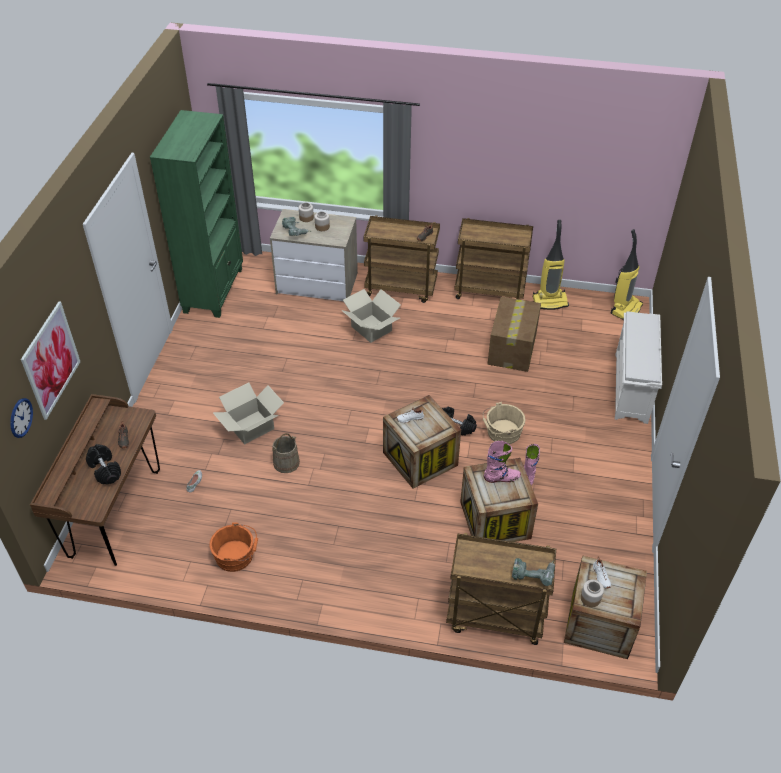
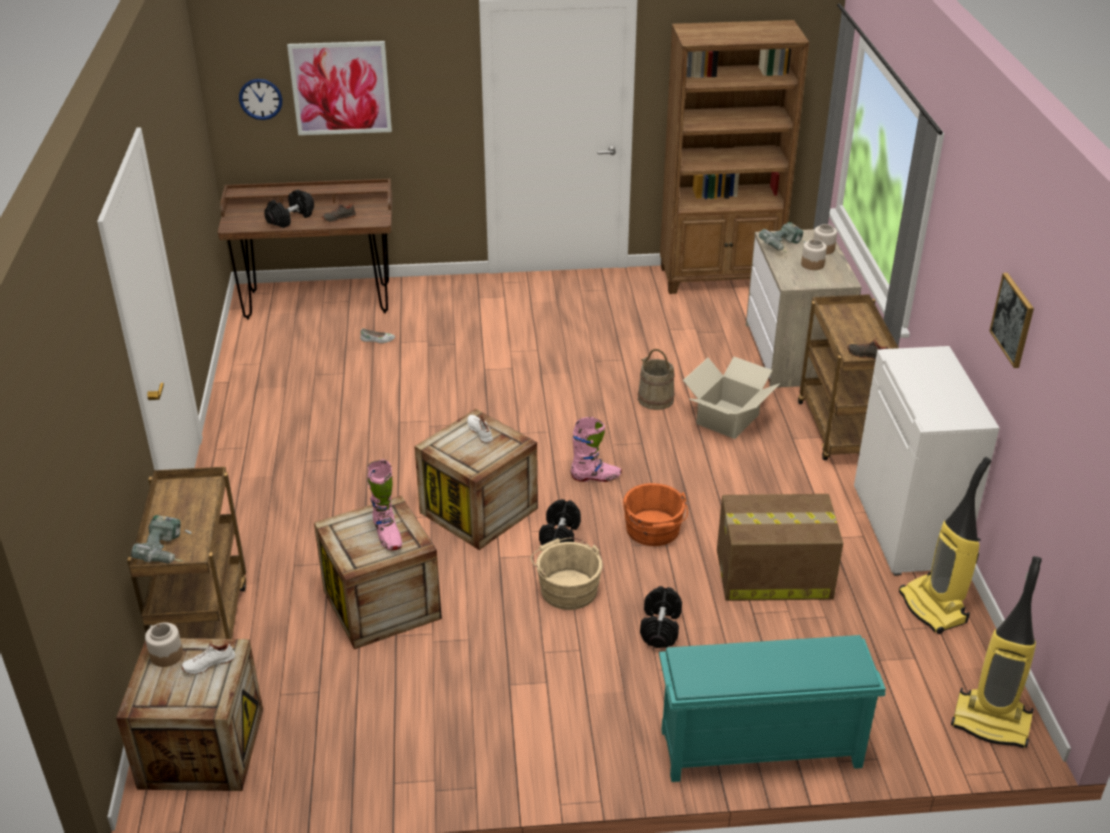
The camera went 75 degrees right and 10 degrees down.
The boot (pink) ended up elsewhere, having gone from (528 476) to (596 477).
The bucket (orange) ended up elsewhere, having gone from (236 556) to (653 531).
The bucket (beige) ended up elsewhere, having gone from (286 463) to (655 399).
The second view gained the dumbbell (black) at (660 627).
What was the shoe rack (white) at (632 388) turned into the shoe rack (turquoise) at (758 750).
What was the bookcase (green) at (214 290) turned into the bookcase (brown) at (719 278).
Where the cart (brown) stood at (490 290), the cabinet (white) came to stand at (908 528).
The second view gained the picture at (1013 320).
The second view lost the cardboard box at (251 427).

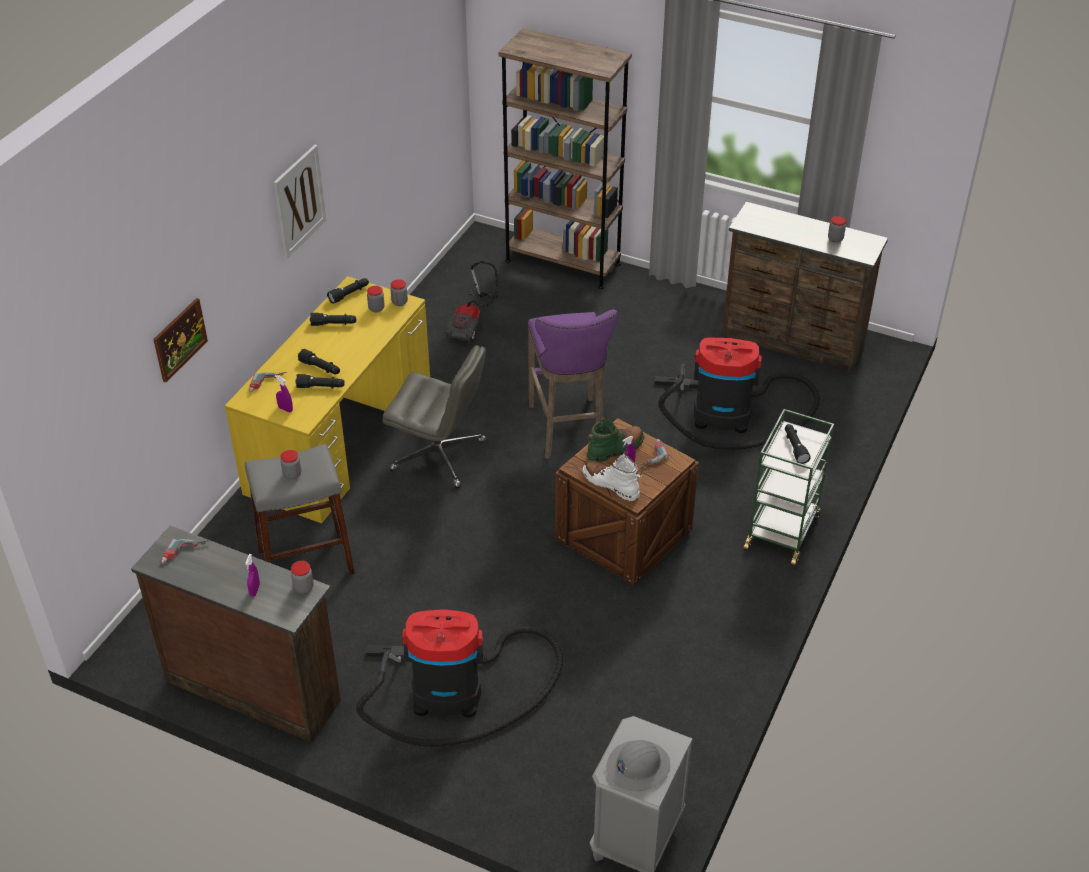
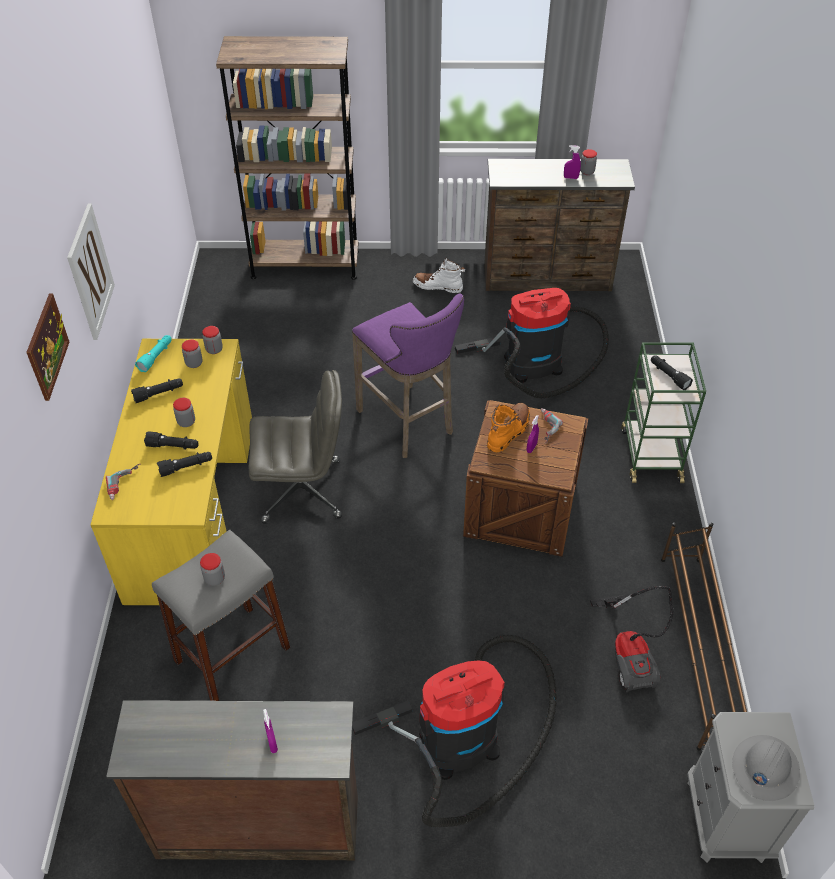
The camera went 25 degrees left and 5 degrees up.
The picture ended up elsewhere, having gone from (180 339) to (47 346).
What was the flashlight (black) at (349 294) turned into the flashlight (turquoise) at (156 357).
The jar ended up elsewhere, having gone from (303 587) to (186 422).
The boot (white) ended up elsewhere, having gone from (611 484) to (438 286).
What was the boot (green) at (615 449) turned into the boot (orange) at (508 432).
The spray bottle (purple) ended up elsewhere, having gone from (285 409) to (570 178).
The vacuum cleaner ended up elsewhere, having gone from (472 323) to (631 652).
The second view gained the shoe rack (brown) at (698 648).
The second view lost the power drill at (185 554).

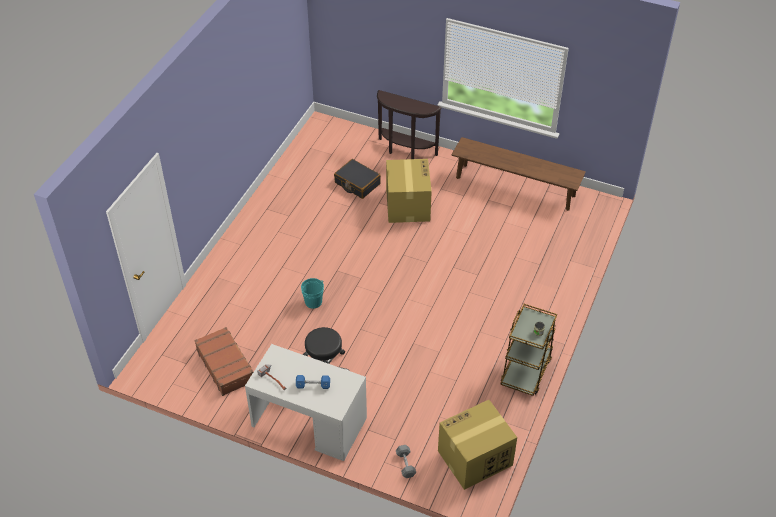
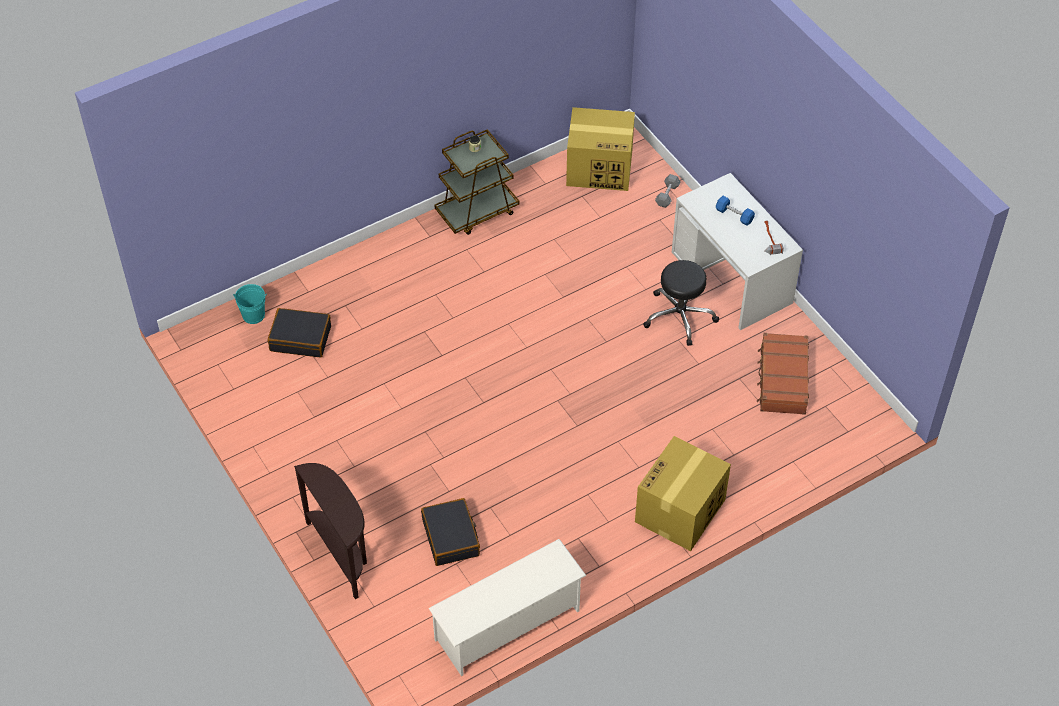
The camera went 145 degrees left and 5 degrees up.
The bucket (turquoise) ended up elsewhere, having gone from (313 302) to (253 315).
The second view gained the suitcase (black) at (300 338).
The second view gained the shoe rack (white) at (508 625).
The cardboard box ended up elsewhere, having gone from (407 205) to (679 511).
The second view lost the bench (brown) at (515 187).

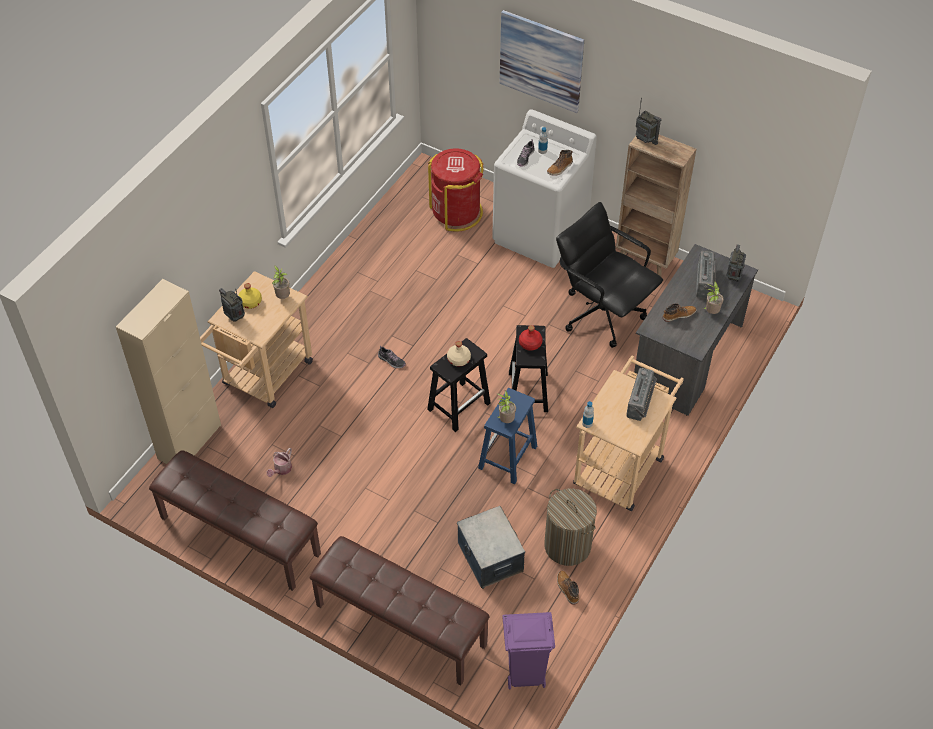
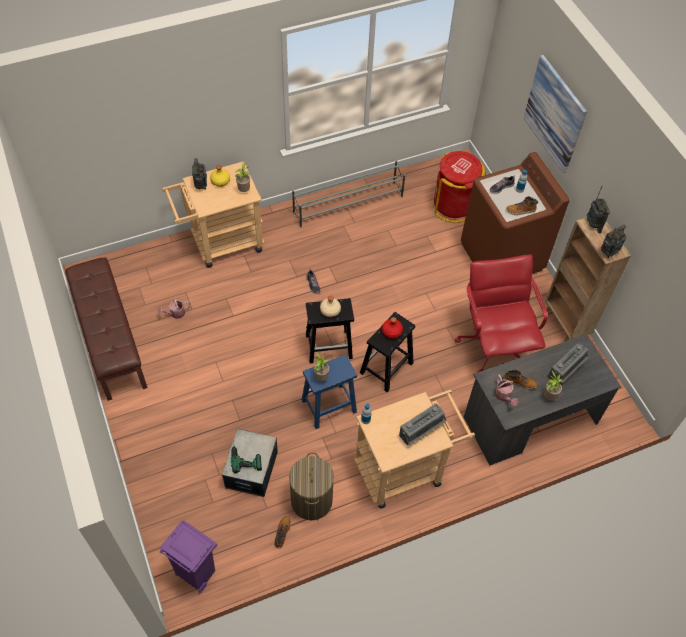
The camera went 35 degrees right and 5 degrees up.
The second view gained the power drill at (245 456).
The second view gained the shoe rack (grey) at (348 204).
What was the office chair (black) at (602 313) turned into the office chair (red) at (494 344).
What was the washing machine (white) at (540 233) turned into the washing machine (brown) at (502 257).
The second view gained the watering can at (503 396).
The radio ended up elsewhere, having gone from (733 277) to (608 252).
The second view lost the cabinet (beige) at (189 442).
The second view lost the bench (brown) at (400 625).

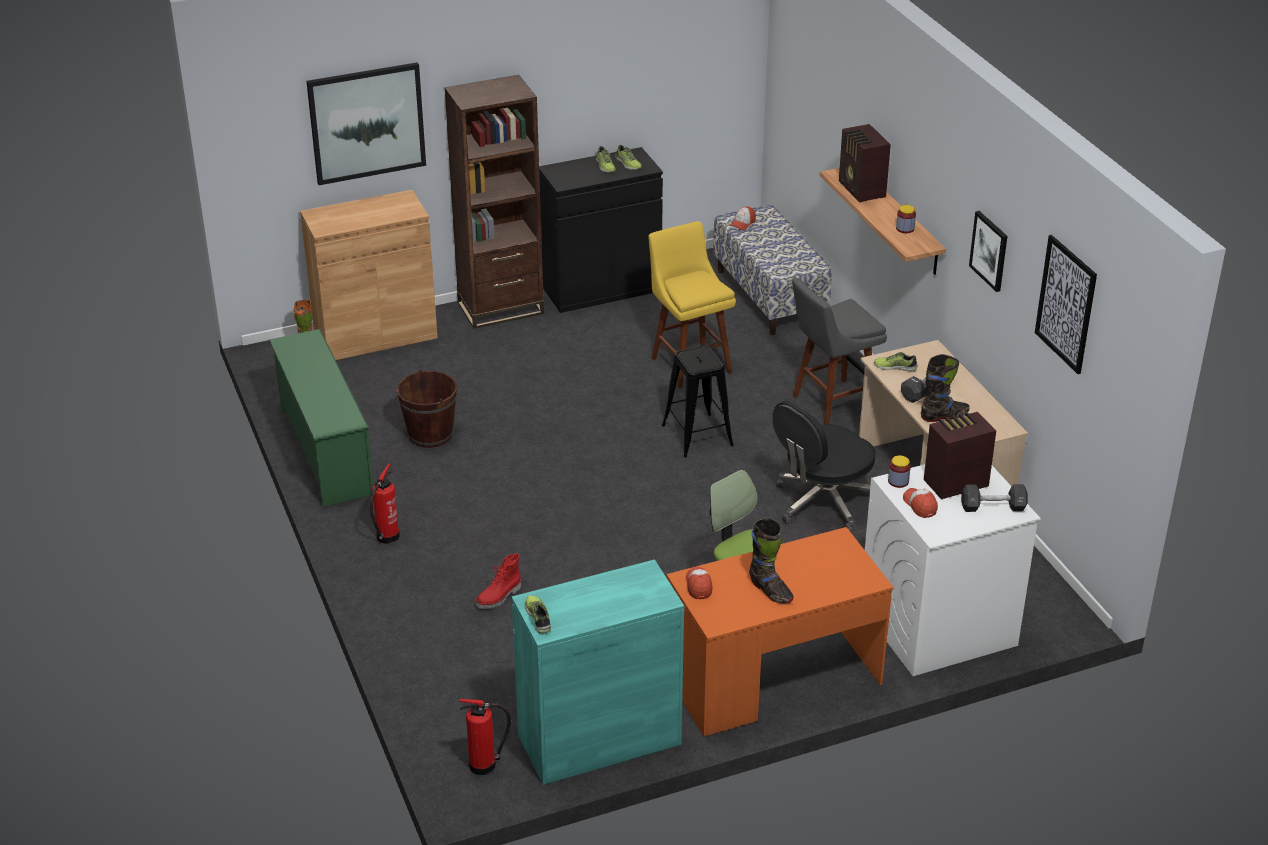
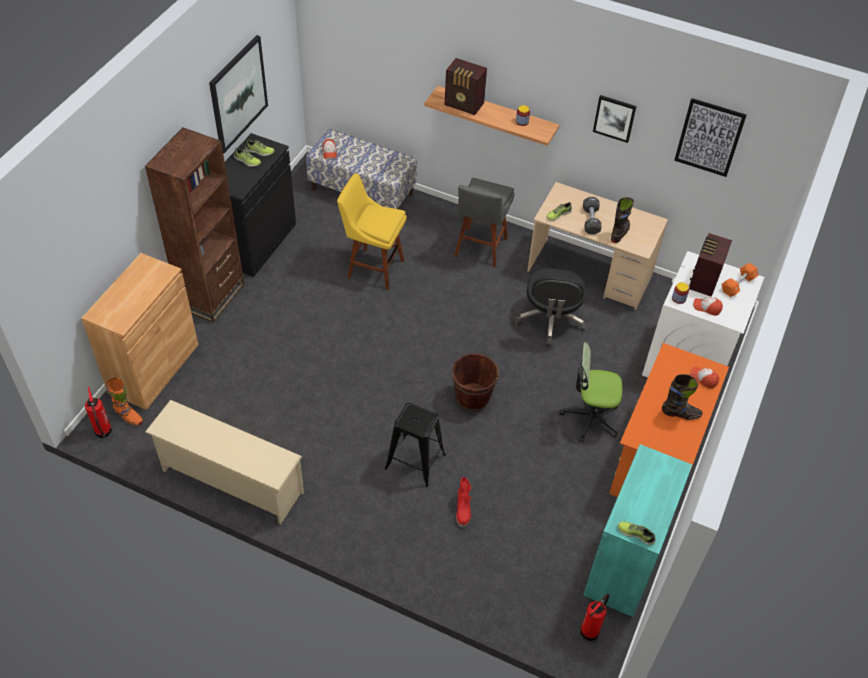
The camera went 45 degrees left and 15 degrees up.
The fire extinguisher ended up elsewhere, having gone from (386 537) to (103 432).
What was the shoe rack (green) at (324 452) turned into the shoe rack (beige) at (230 482).
The picture ended up elsewhere, having gone from (367 123) to (238 94).
The stool (black) ended up elsewhere, having gone from (697 435) to (415 461).
The bucket (brown) ended up elsewhere, having gone from (430 434) to (472 398).
The cap ended up elsewhere, having gone from (699 585) to (703 378).
What was the dumbbell (black) at (993 507) turned into the dumbbell (orange) at (738 285).

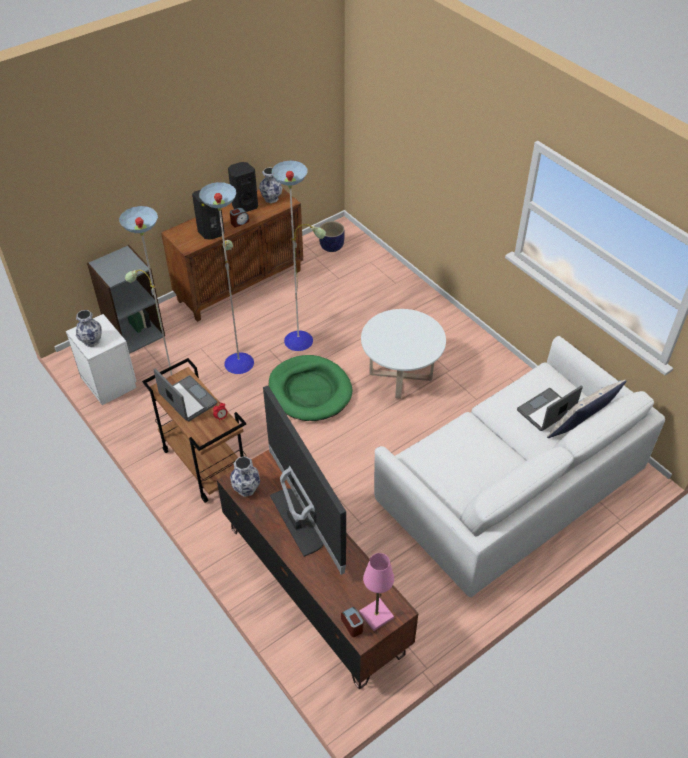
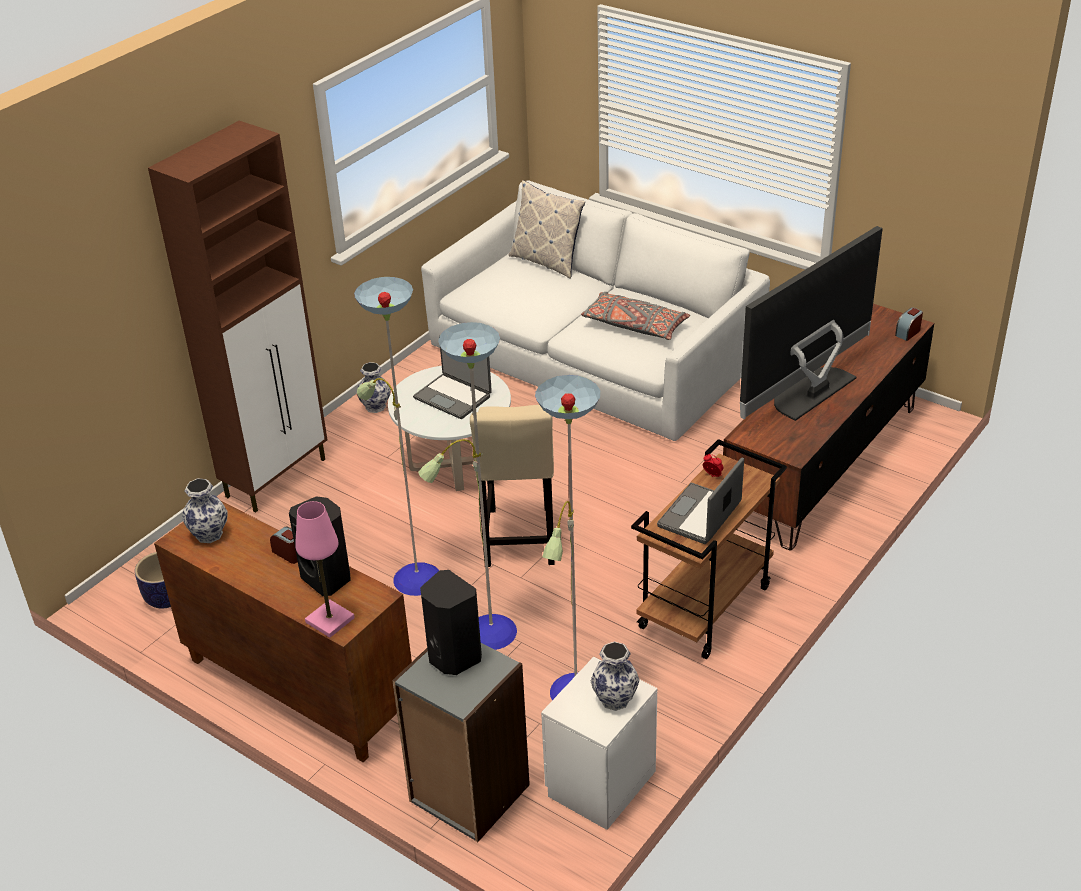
The camera went 105 degrees left and 10 degrees down.
The second view gained the cabinet (brown) at (277 477).
The table lamp (pink) ended up elsewhere, having gone from (376 615) to (329 620).
The vase ended up elsewhere, having gone from (246 489) to (376 406).
The laptop ended up elsewhere, having gone from (546 411) to (453 396).
The speaker (black) ended up elsewhere, having gone from (244 206) to (452 658).
Where the dog bed (green) stood at (310 391), the stool (beige) came to stand at (519 540).
The second view gained the pillow (grey) at (634 325).

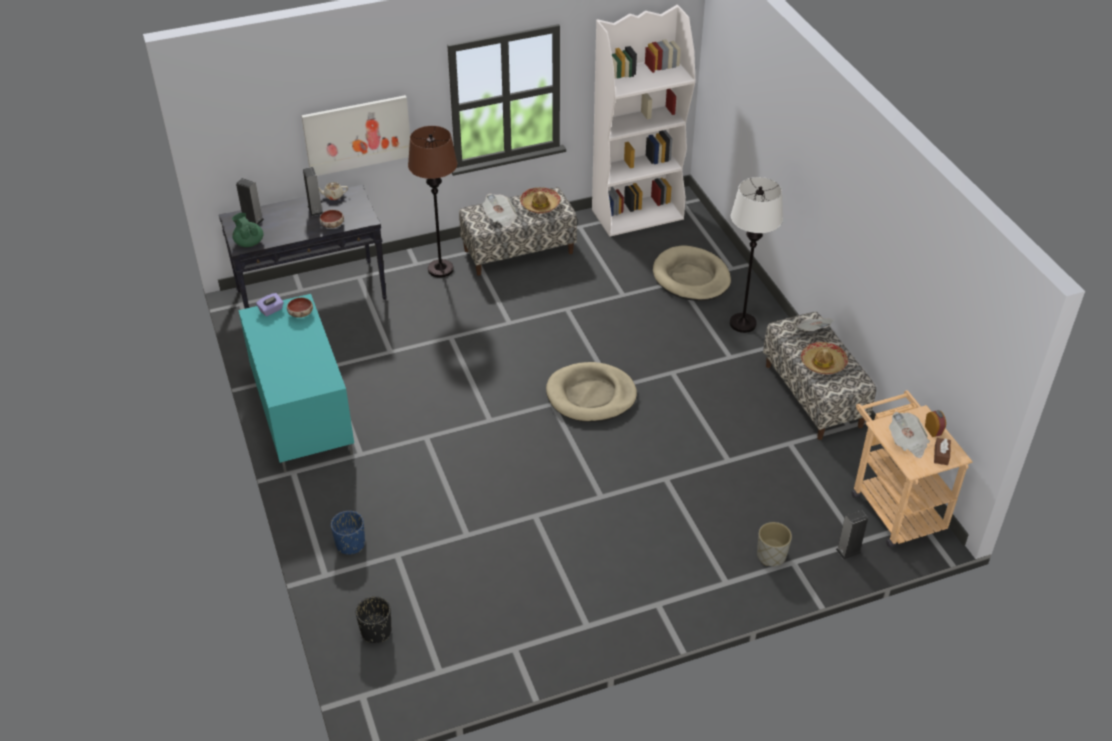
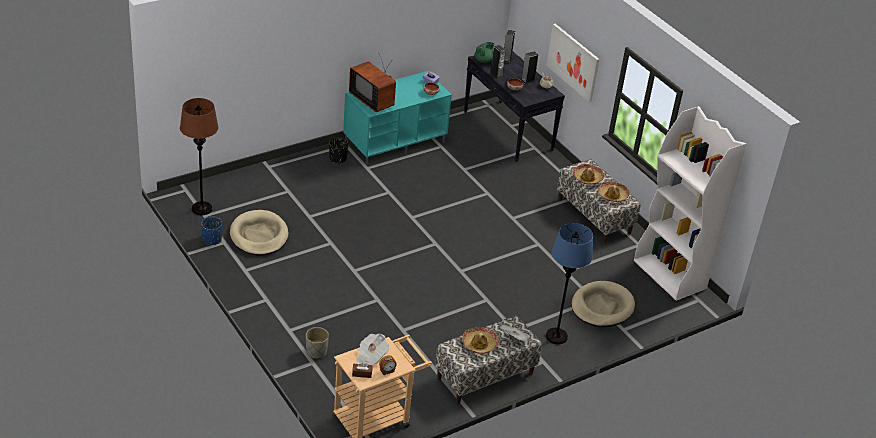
The camera went 75 degrees right and 5 degrees down.
The floor lamp (brown) ended up elsewhere, having gone from (440 269) to (201 209).
The planter (blue) ended up elsewhere, having gone from (350 544) to (212 239).
The dog bed (beige) ended up elsewhere, having gone from (591 395) to (259 236).
The planter (black) ended up elsewhere, having gone from (376 631) to (338 158).
The second view gained the television at (373 100).
The speaker ended up elsewhere, having gone from (848 551) to (496 74).
What was the floor lamp (white) at (742 324) turned into the floor lamp (blue) at (556 336).
Where the newspaper stood at (500 218), the hat came to stand at (587 178).

